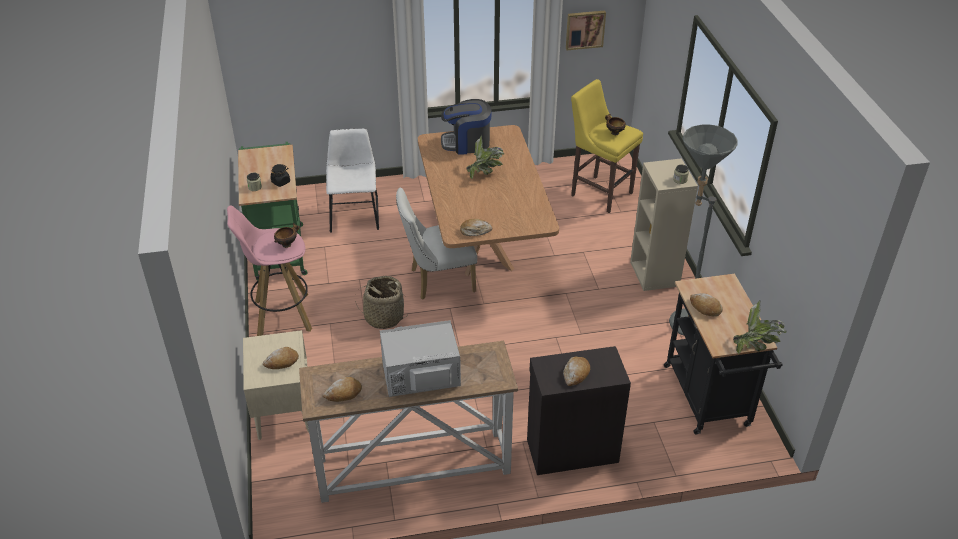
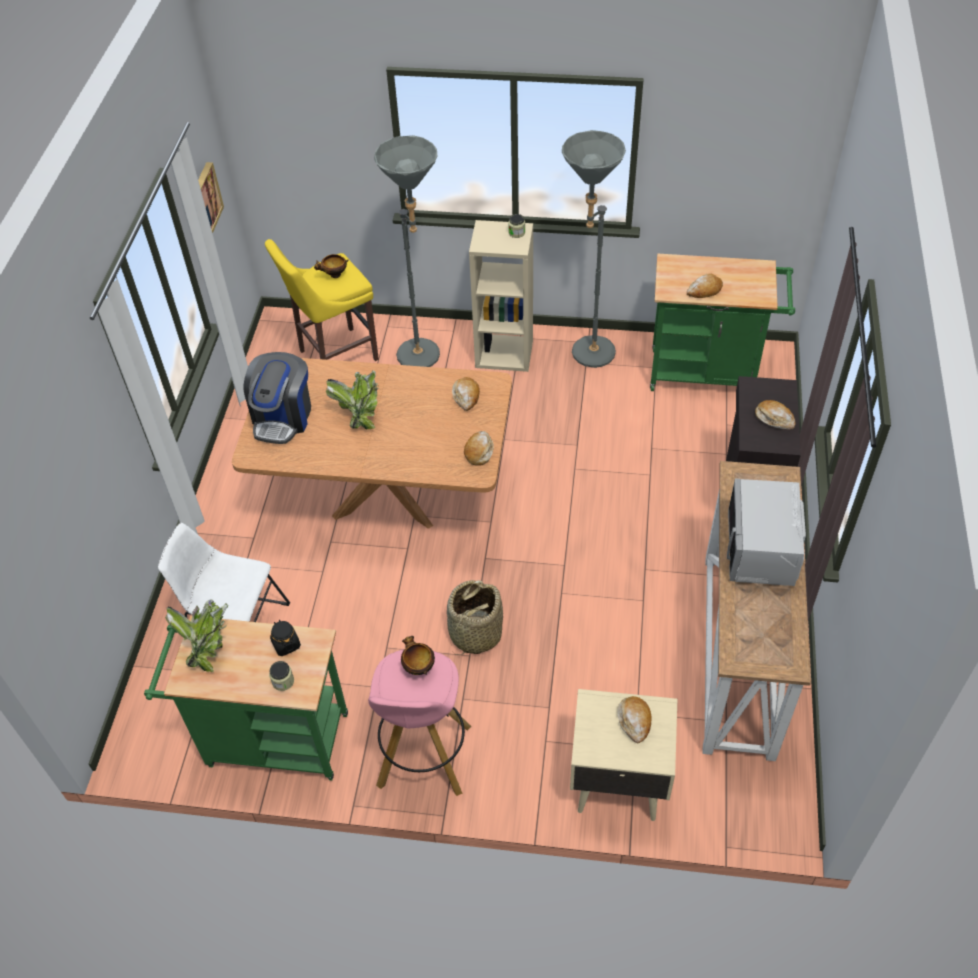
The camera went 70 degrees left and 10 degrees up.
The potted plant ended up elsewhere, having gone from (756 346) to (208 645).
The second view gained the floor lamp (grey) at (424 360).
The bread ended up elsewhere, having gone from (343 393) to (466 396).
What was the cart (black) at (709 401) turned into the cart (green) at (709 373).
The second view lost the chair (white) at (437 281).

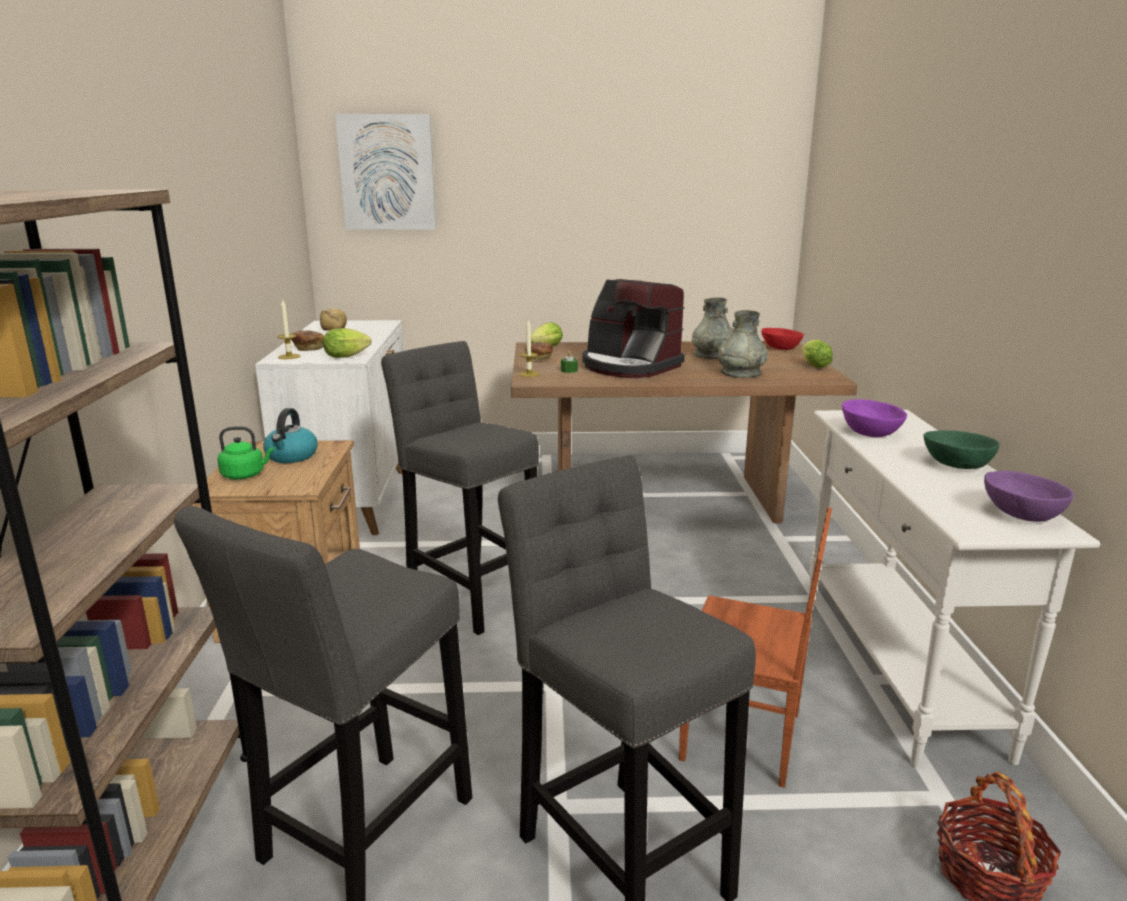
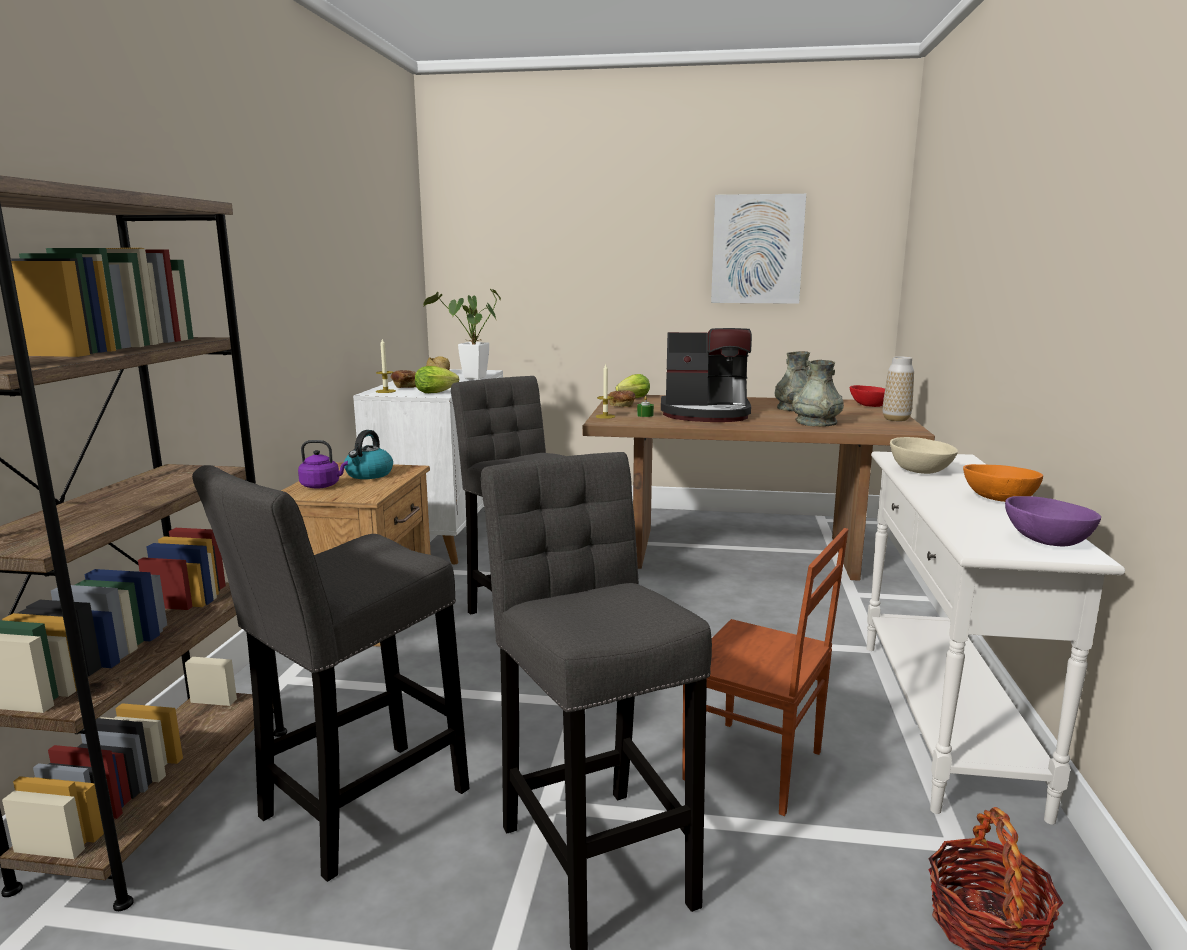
The camera went 10 degrees right and 5 degrees down.
What was the kettle (green) at (245 475) turned into the kettle (purple) at (322 486).
The second view gained the potted plant at (472 378).
The coffee machine at (629 366) ended up facing another way, 45 degrees counterclockwise from before.
The picture ended up elsewhere, having gone from (387 172) to (757 249).
Where the lettuce stood at (813 365), the vase came to stand at (896 419).
What was the bowl (purple) at (869 433) turned into the bowl (beige) at (919 470).
What was the bowl (green) at (957 465) turned into the bowl (orange) at (999 499).

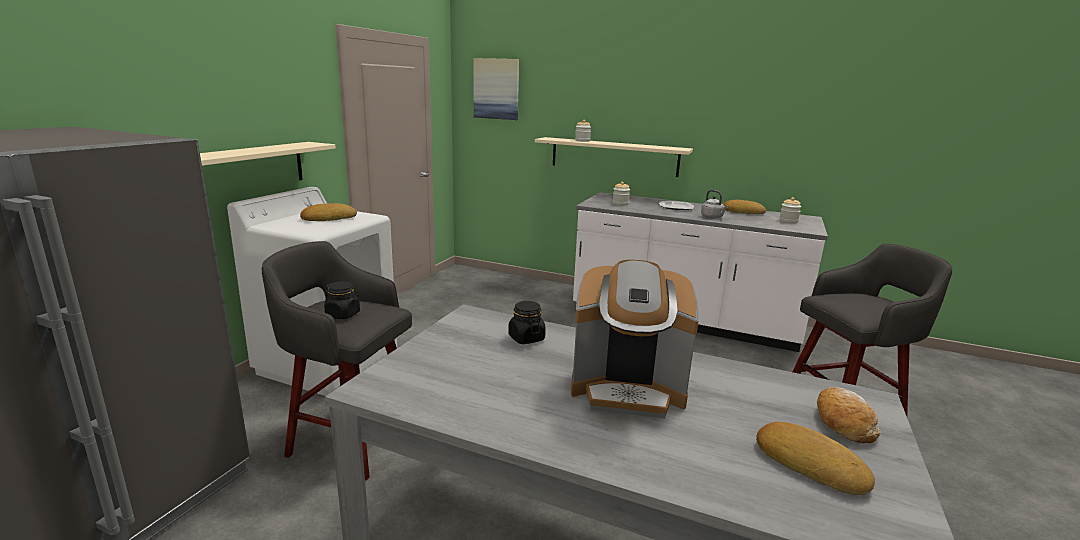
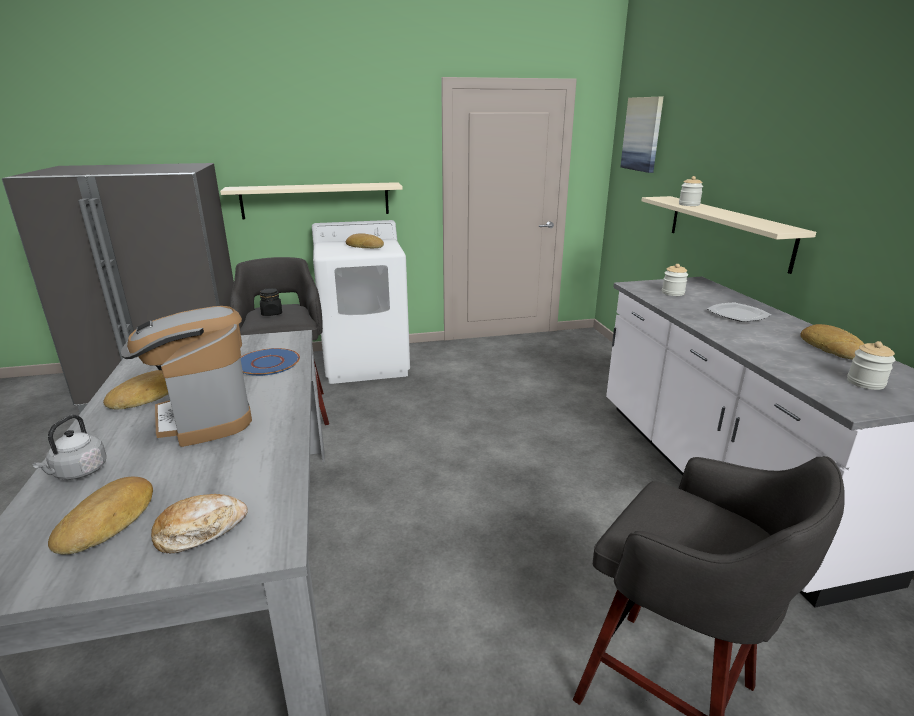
The camera went 55 degrees right and 5 degrees up.
The kettle (grey) ended up elsewhere, having gone from (713 217) to (78 472).
The second view gained the bread at (147 395).
Where the jar (black) stood at (526 338), the plate (blue) came to stand at (268 363).

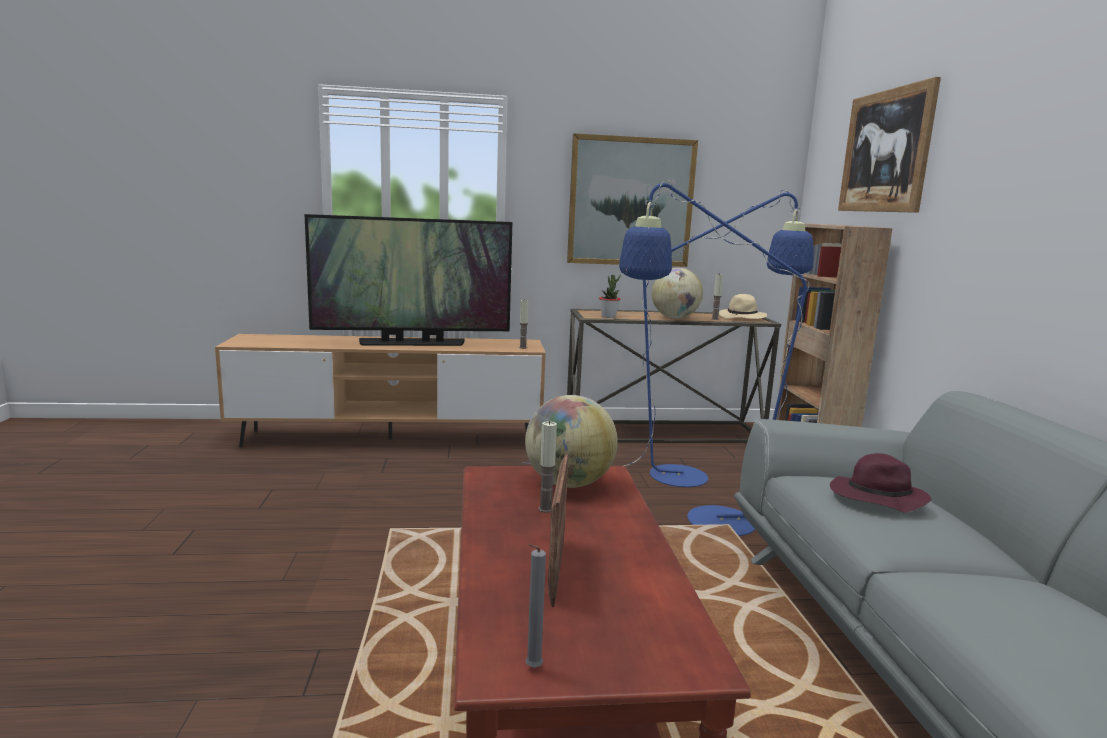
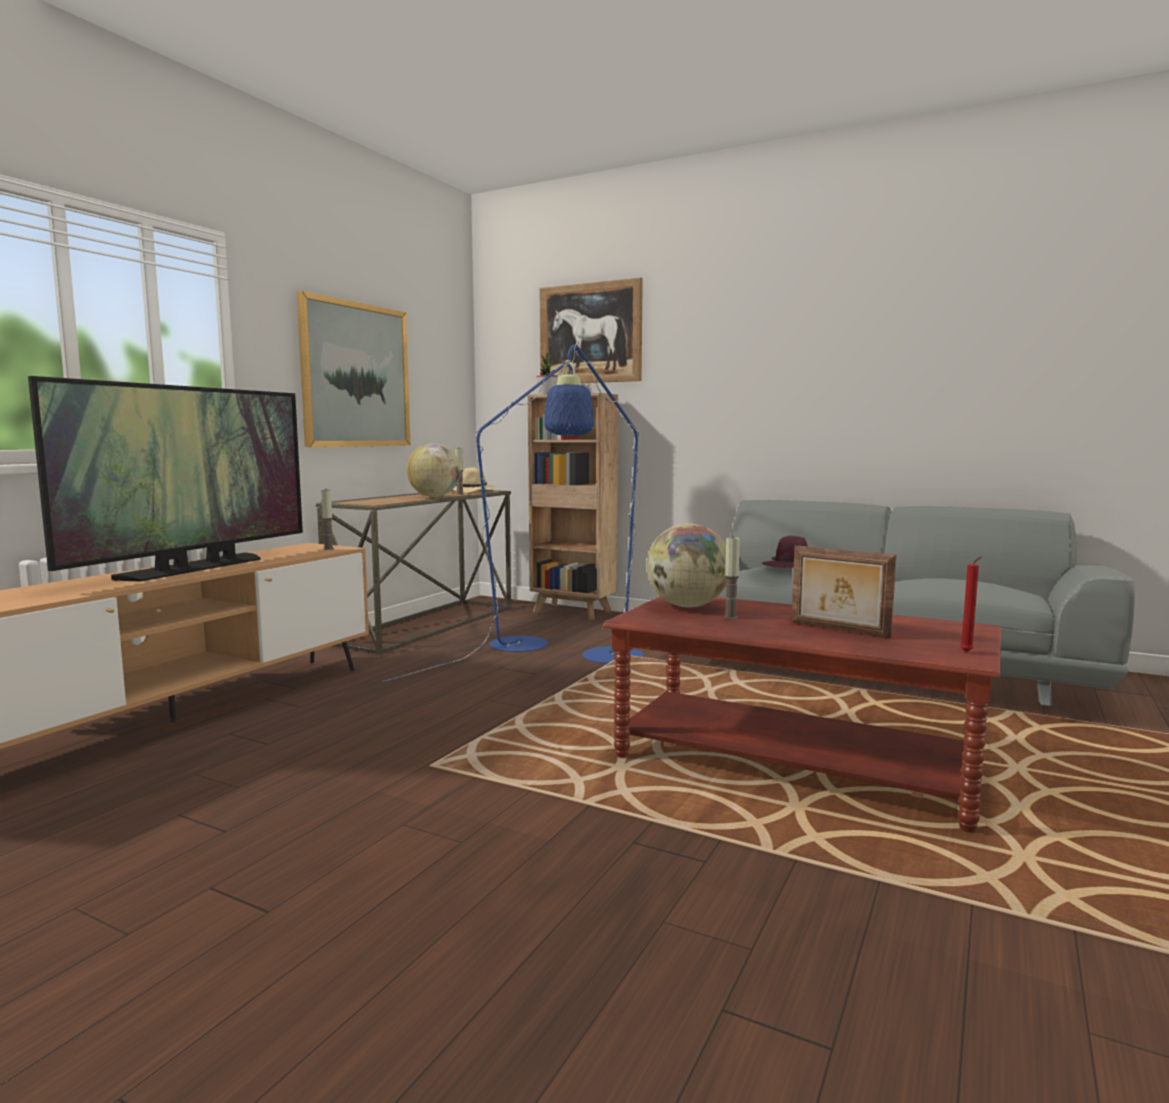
The camera went 55 degrees left and 5 degrees down.
The potted plant ended up elsewhere, having gone from (608 316) to (547 394).
What was the candle (grey) at (531 669) turned into the candle (red) at (967 652).

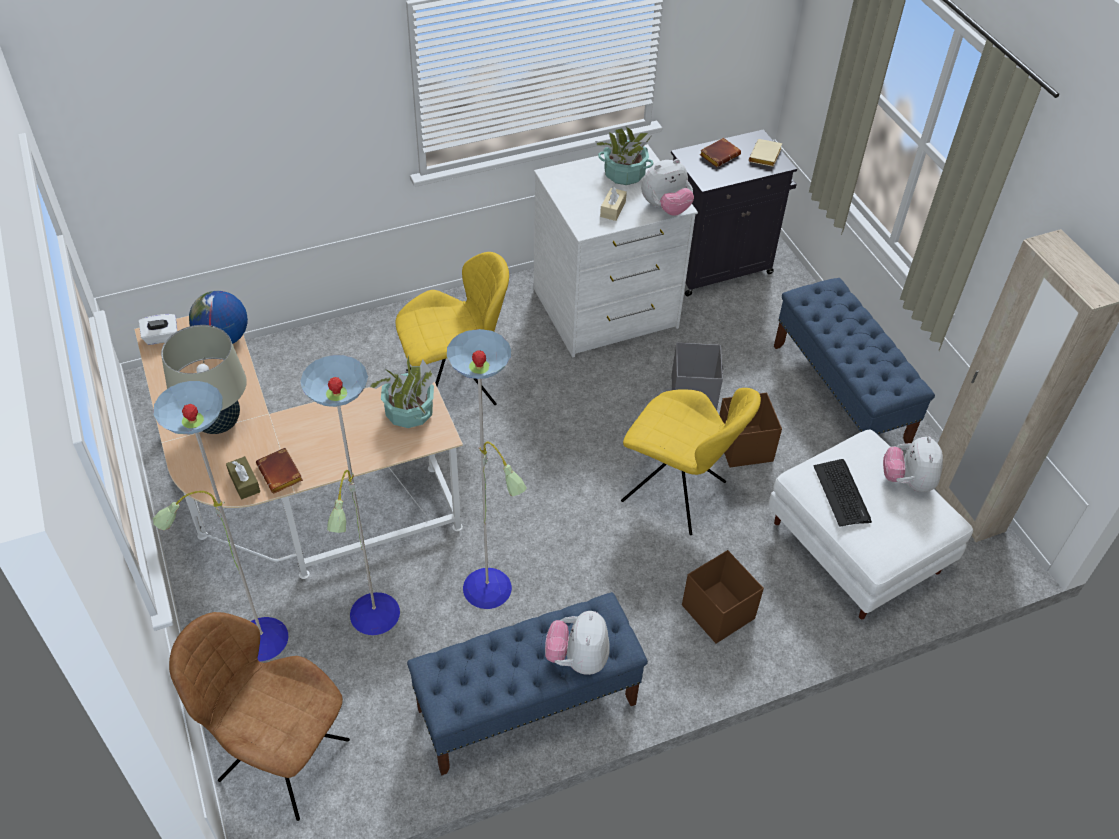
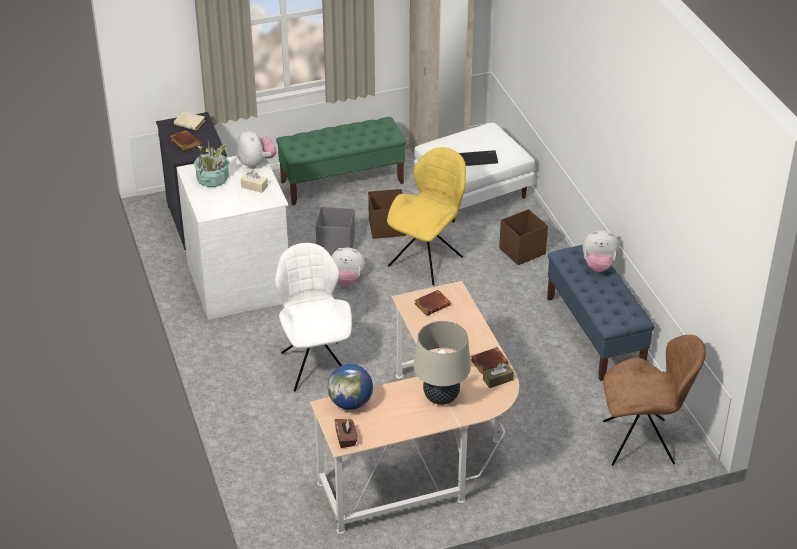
The camera went 85 degrees left and 10 degrees down.
What was the chair (yellow) at (455 387) turned into the chair (white) at (315 364).
What was the bench (blue) at (840 394) turned into the bench (green) at (342 182).
The plush toy ended up elsewhere, having gone from (907 481) to (347 281).
What was the tissue box (white) at (161 337) turned into the tissue box (brown) at (346 439).
Where the potted plant stood at (409 412), the book (brown) came to stand at (432 304).
The chair (brown) at (280 757) ended up facing another way, 120 degrees counterclockwise from before.
The second view lost the floor lamp at (375 616).

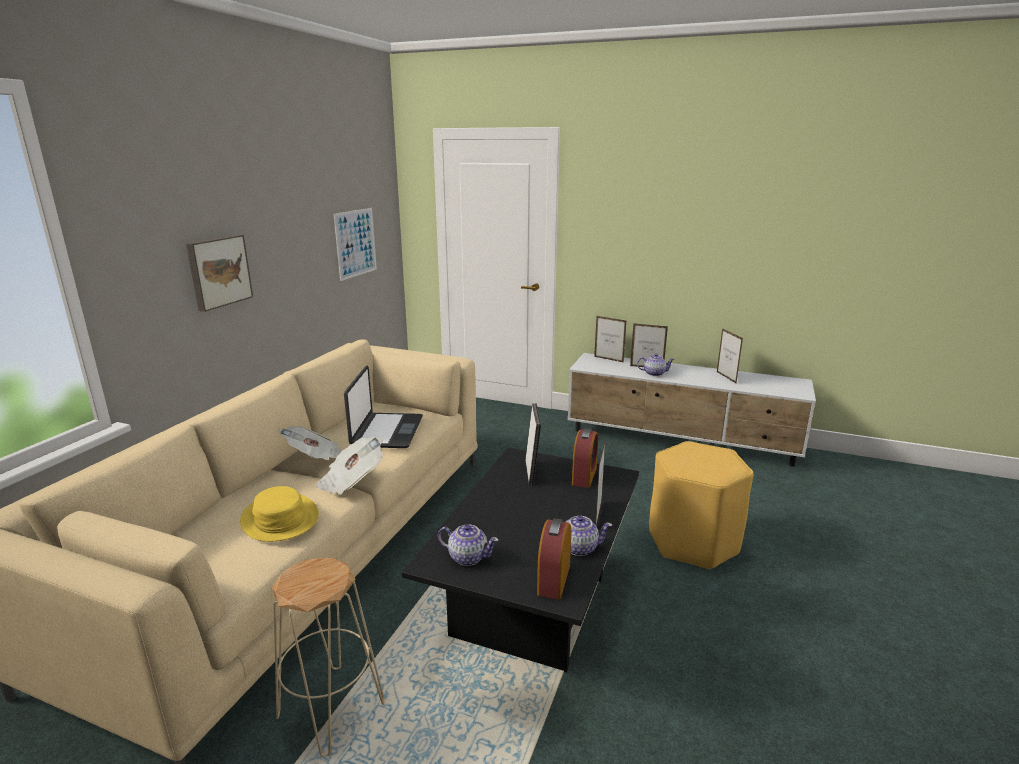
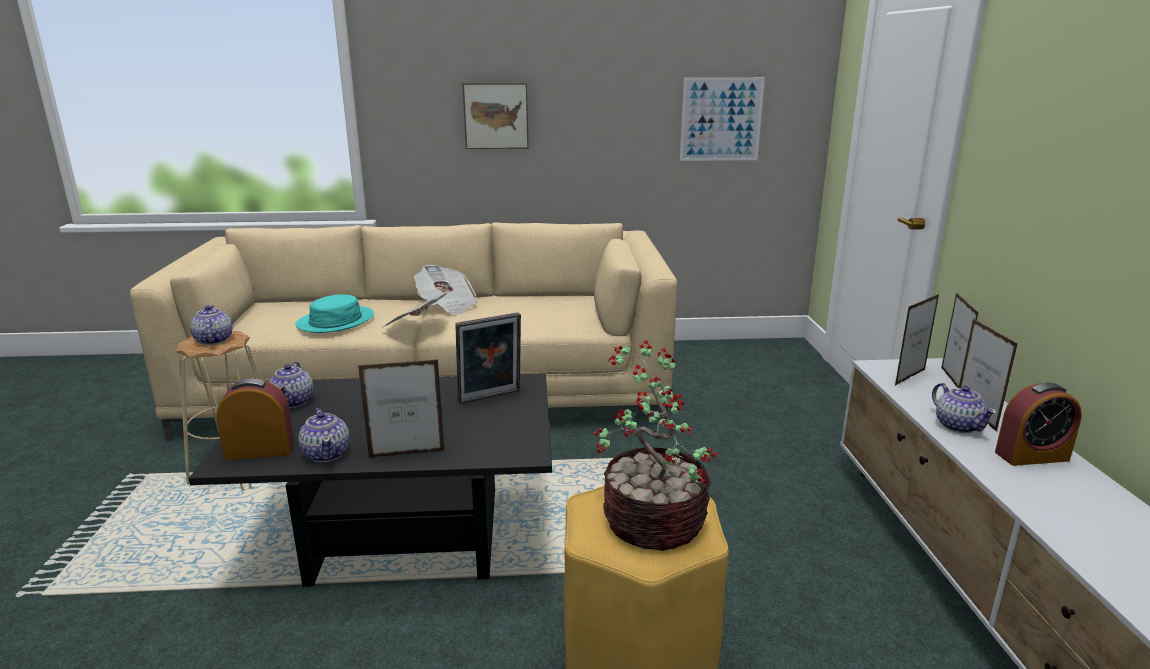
The camera went 65 degrees right and 0 degrees up.
The second view gained the teapot at (213 340).
What was the hat (yellow) at (279 518) turned into the hat (turquoise) at (335 321).
The second view gained the potted plant at (651 520).
The picture frame ended up elsewhere, having gone from (726 377) to (910 377).
The alarm clock ended up elsewhere, having gone from (584 476) to (1031 456).
The second view lost the laptop at (386 431).

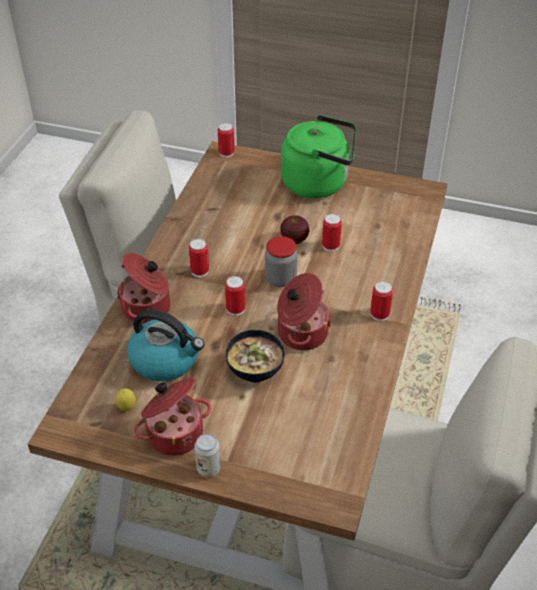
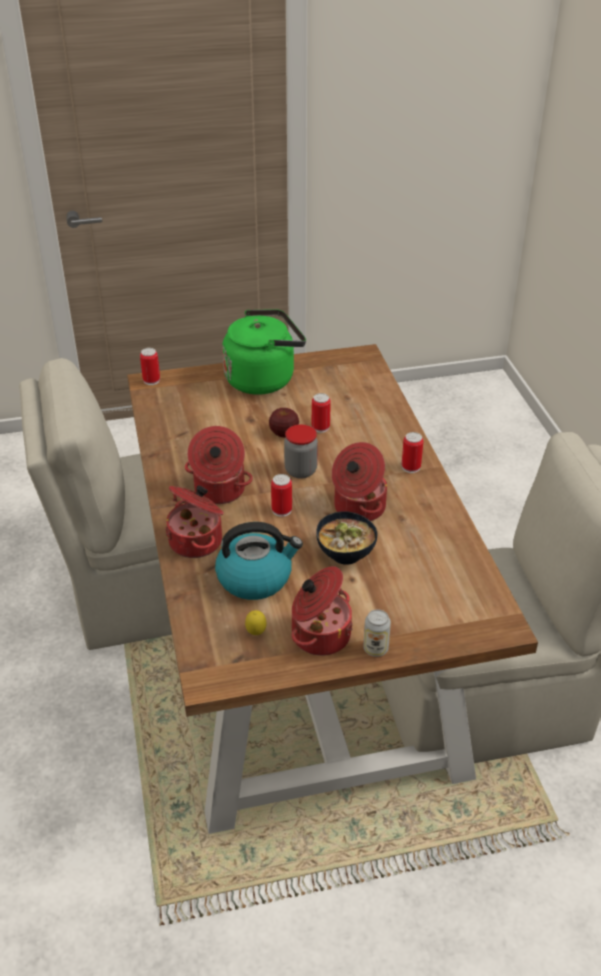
The camera went 30 degrees left and 5 degrees down.
Where the can stood at (200 271), the cooking pot came to stand at (219 491).

